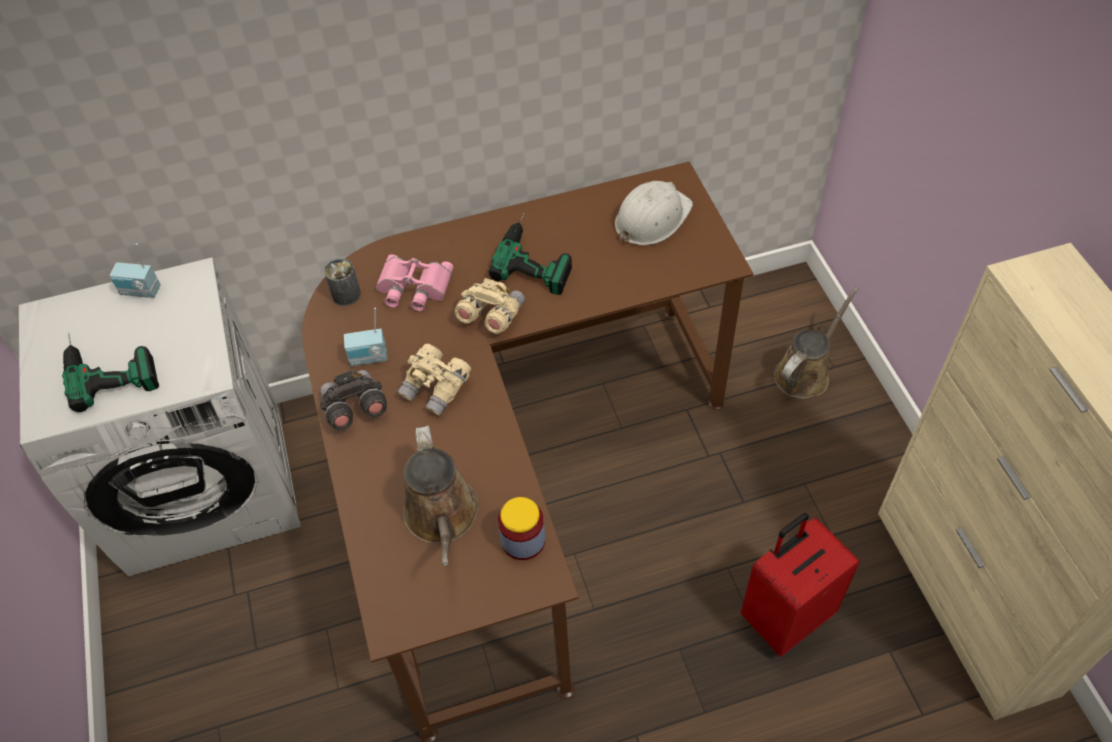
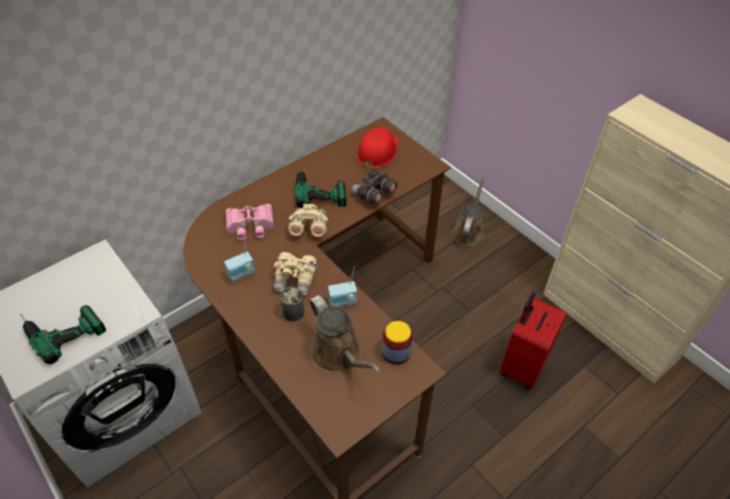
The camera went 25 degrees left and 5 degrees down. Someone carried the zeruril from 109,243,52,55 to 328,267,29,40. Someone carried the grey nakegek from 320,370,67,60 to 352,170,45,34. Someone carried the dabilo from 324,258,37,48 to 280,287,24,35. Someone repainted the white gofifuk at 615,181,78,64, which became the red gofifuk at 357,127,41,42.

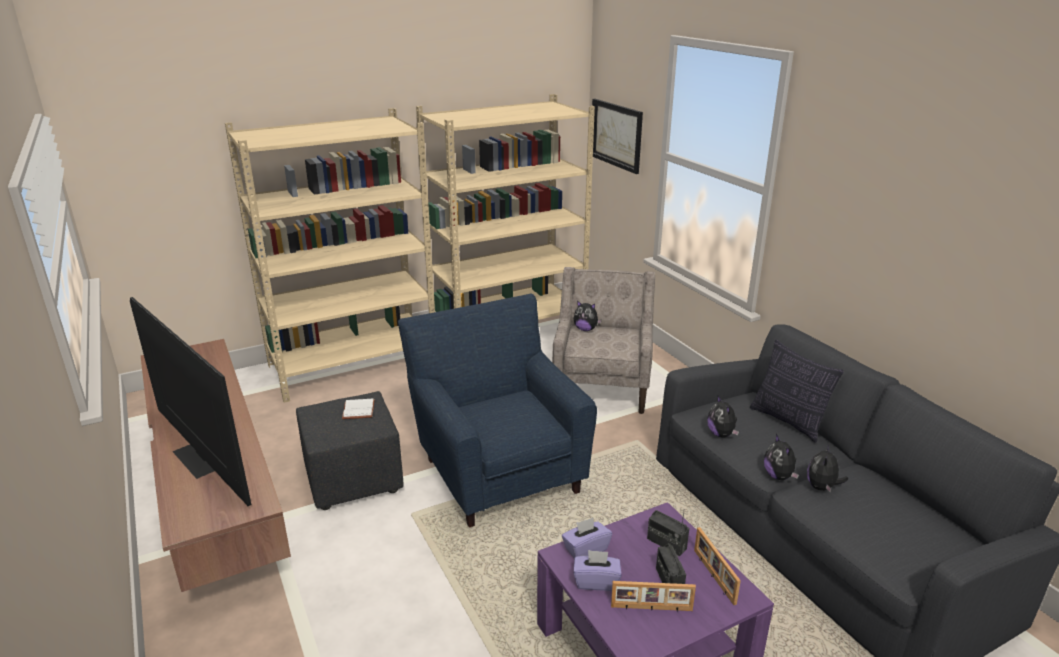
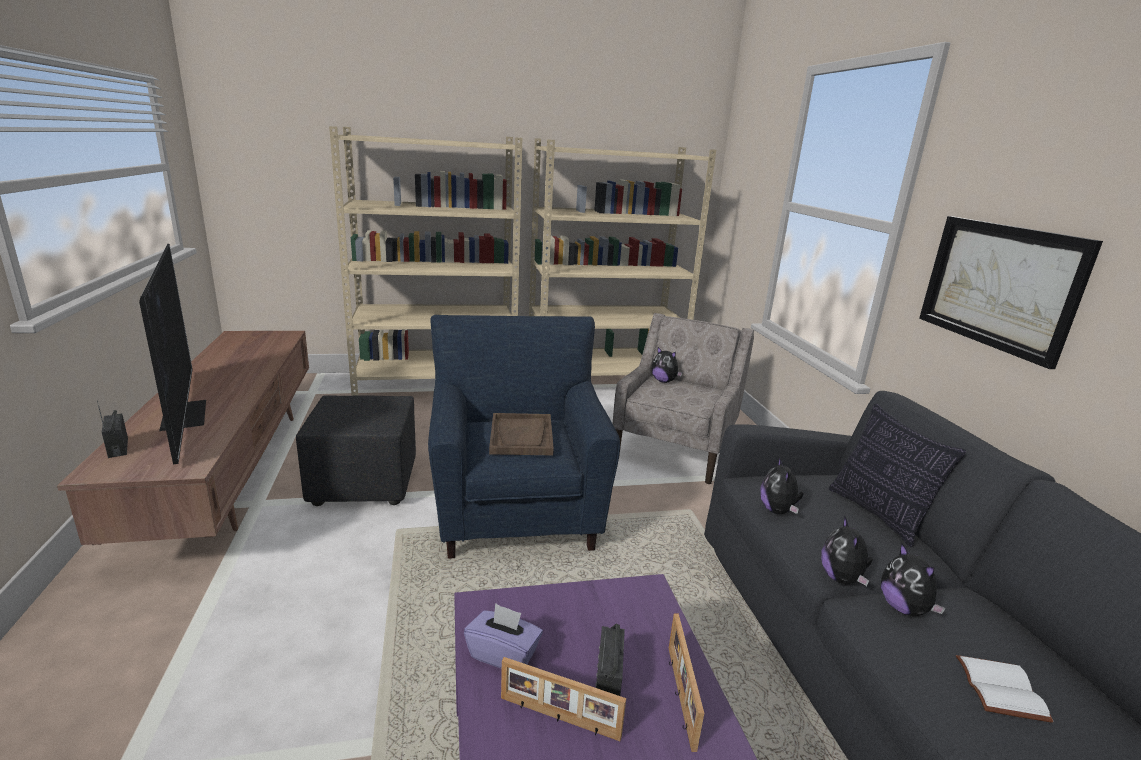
The camera went 15 degrees right and 5 degrees down. Someone took away the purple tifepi at 562,518,50,40. Someone put down the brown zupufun at 489,413,65,42. Someone carried the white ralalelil from 342,399,33,20 to 956,655,98,68. Someone carried the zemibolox from 591,99,52,75 to 919,216,184,153. Someone carried the zeruril from 647,510,42,47 to 97,400,31,58. Someone rotated the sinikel at 807,445,41,48 by 60 degrees counterclockwise.

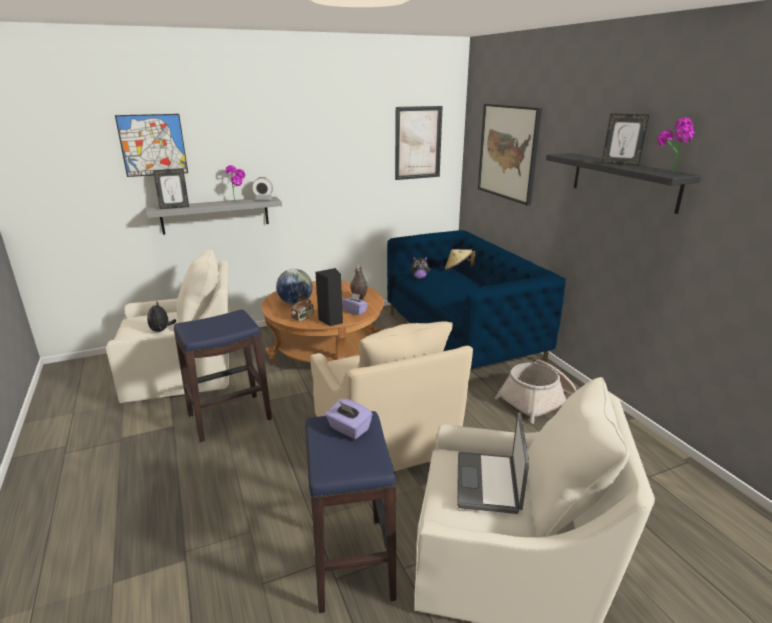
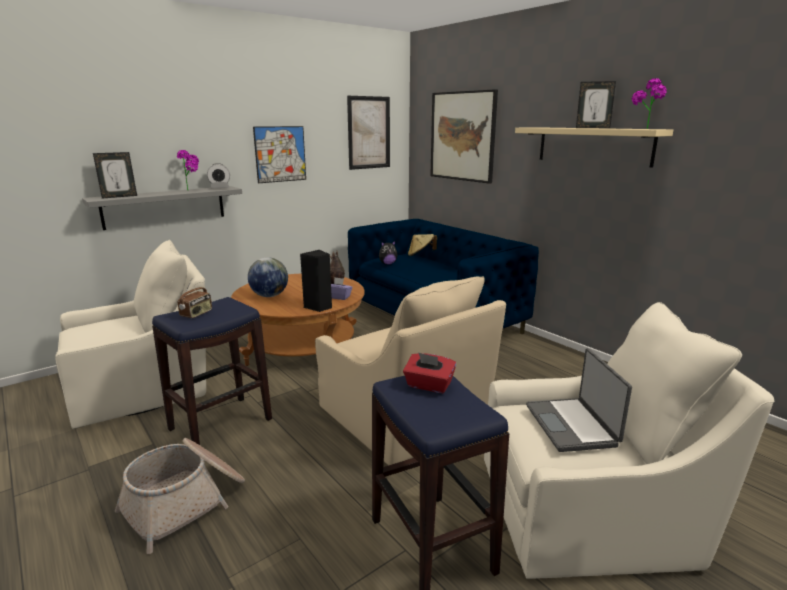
The camera went 15 degrees left and 5 degrees down. Someone took away the sinikel at 147,302,29,30. Someone carried the zemibolox from 115,114,73,63 to 253,126,53,57. Someone carried the zeruril from 291,294,23,27 to 178,279,34,39. Someone carried the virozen from 495,360,82,64 to 115,438,130,116. Someone repainted the purple tifepi at 325,398,47,41, which became the red tifepi at 403,353,53,40. Someone repainted the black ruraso at 546,153,155,61, which became the beige ruraso at 515,127,158,41.

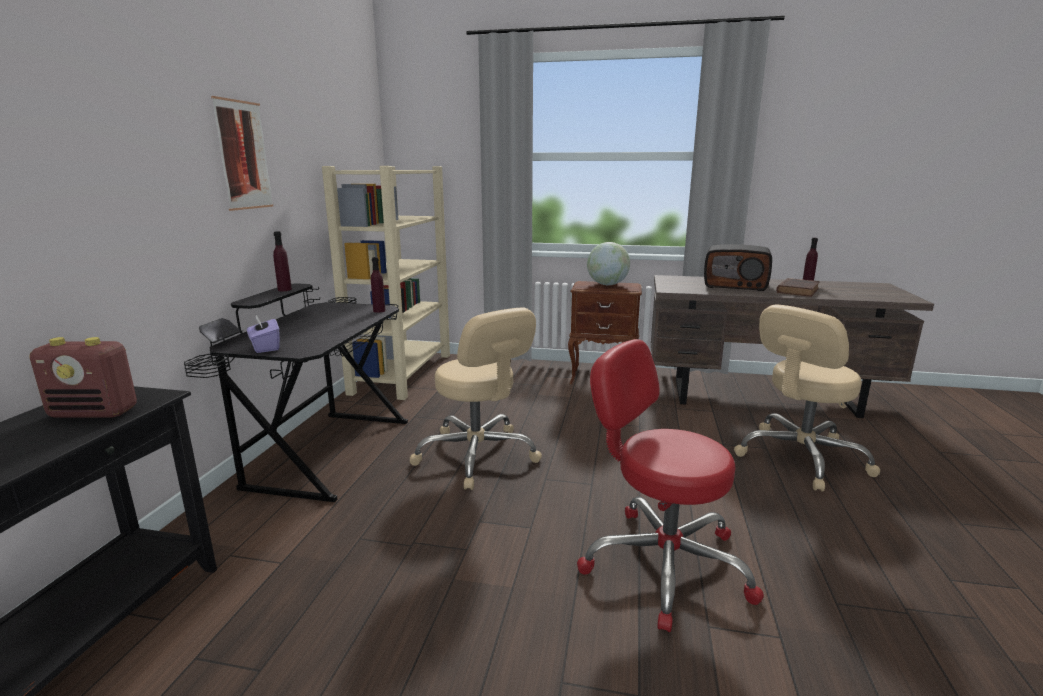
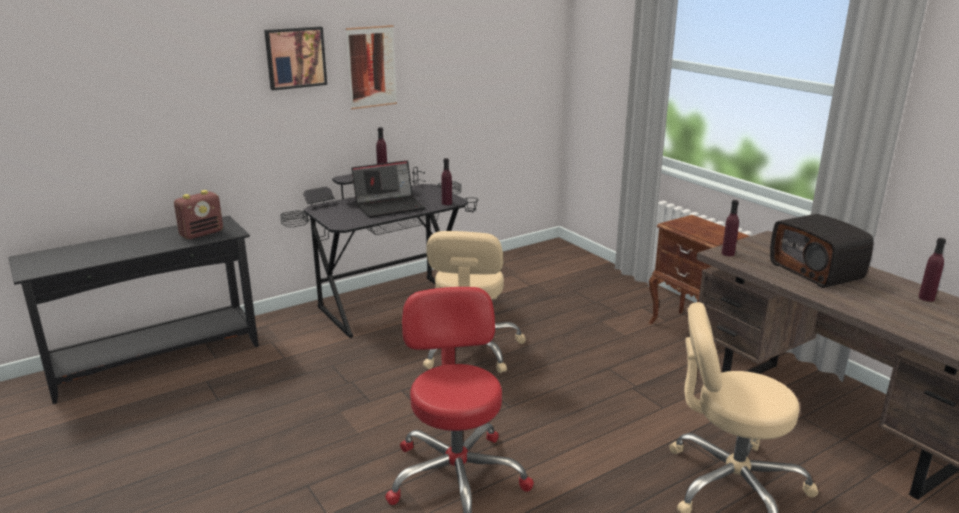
The camera went 45 degrees right and 5 degrees up. Someone took away the purple tifepi at 247,315,33,38. Someone took away the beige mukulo at 322,166,128,234. Someone took away the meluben at 587,242,43,43. Someone took away the brown ralalelil at 776,278,44,19. Someone put up the zemibolox at 264,27,63,63. Someone put down the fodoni at 351,160,75,58. Someone put down the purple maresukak at 722,200,17,56. Someone rotated the zeruril at 30,337,107,81 by 90 degrees counterclockwise.

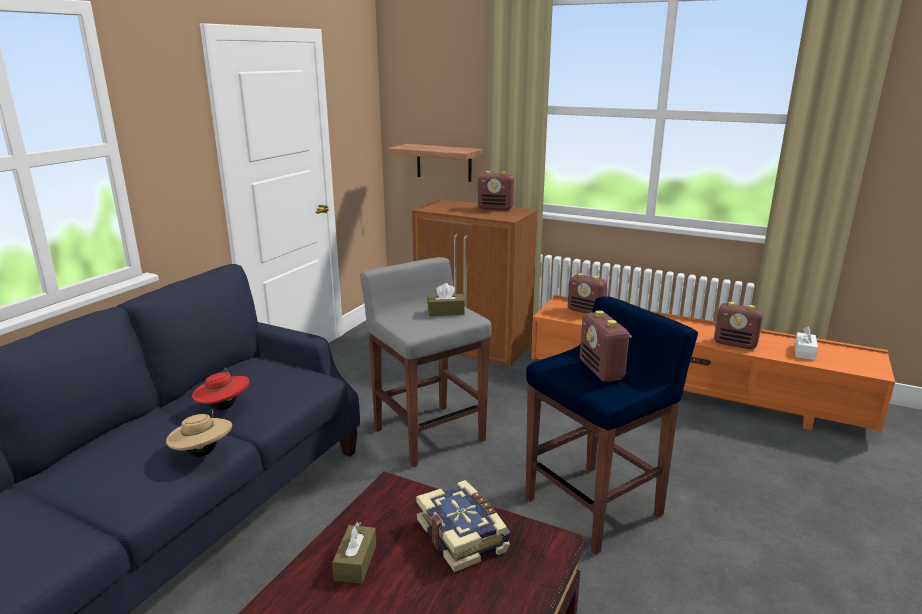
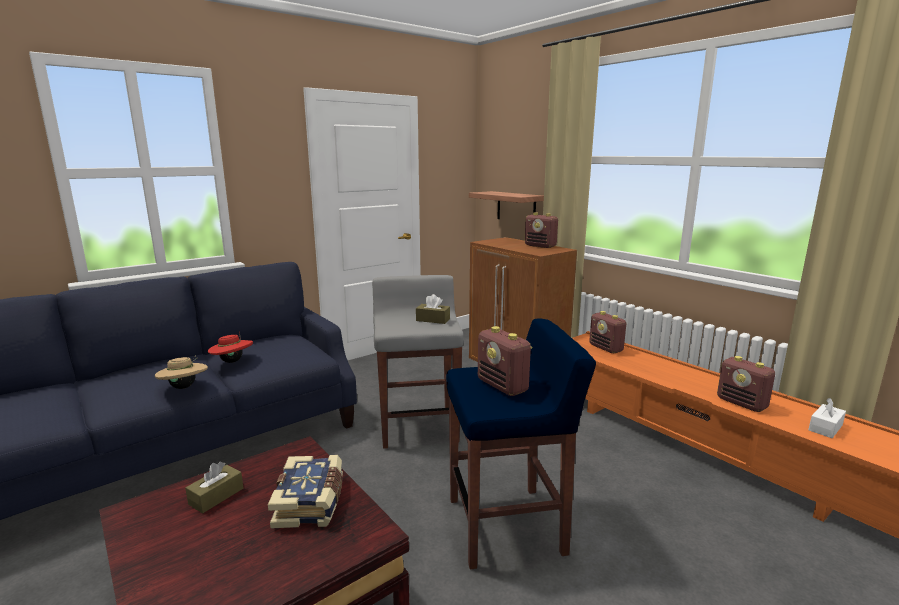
The camera went 25 degrees right and 5 degrees down. Someone rotated the zeruril at 580,310,52,72 by 45 degrees counterclockwise.

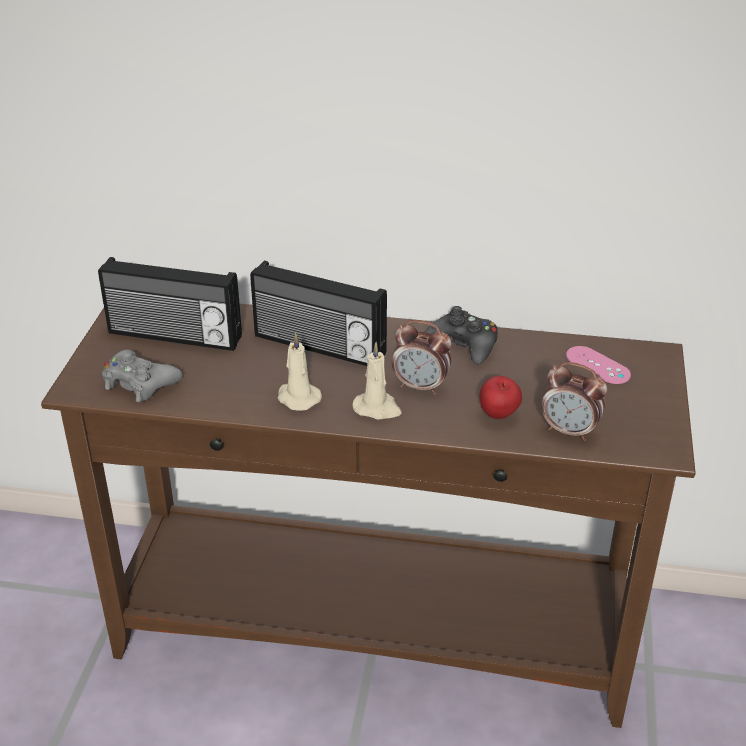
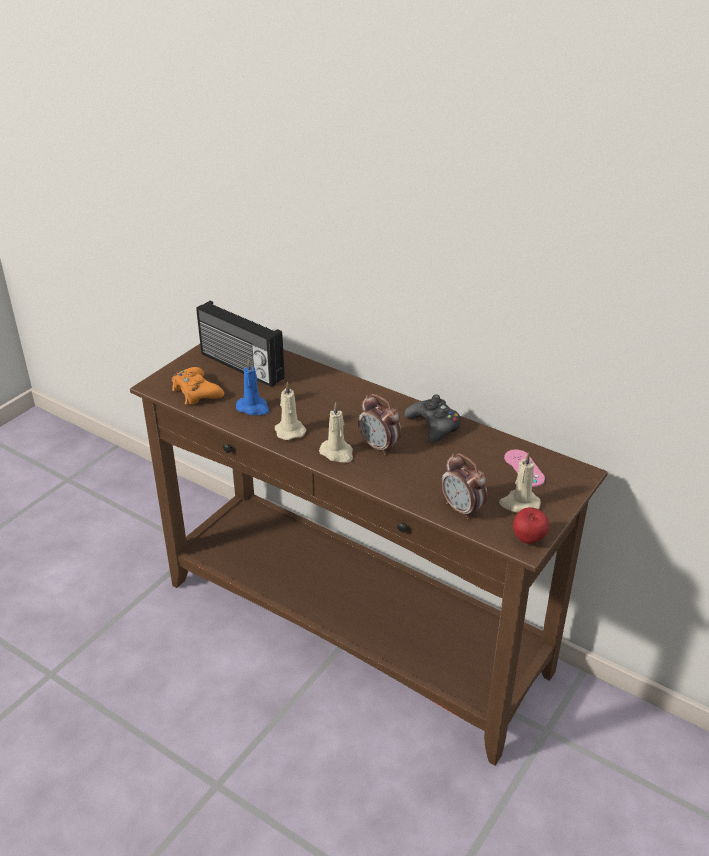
The camera went 25 degrees right and 0 degrees up. Someone took away the zeruril at 250,261,137,105. Someone put down the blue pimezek at 236,359,33,56. Someone put down the beige pimezek at 499,452,42,60. Someone carried the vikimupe from 480,376,42,43 to 513,507,36,37. Someone repainted the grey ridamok at 102,350,80,52, which became the orange ridamok at 172,367,52,38.

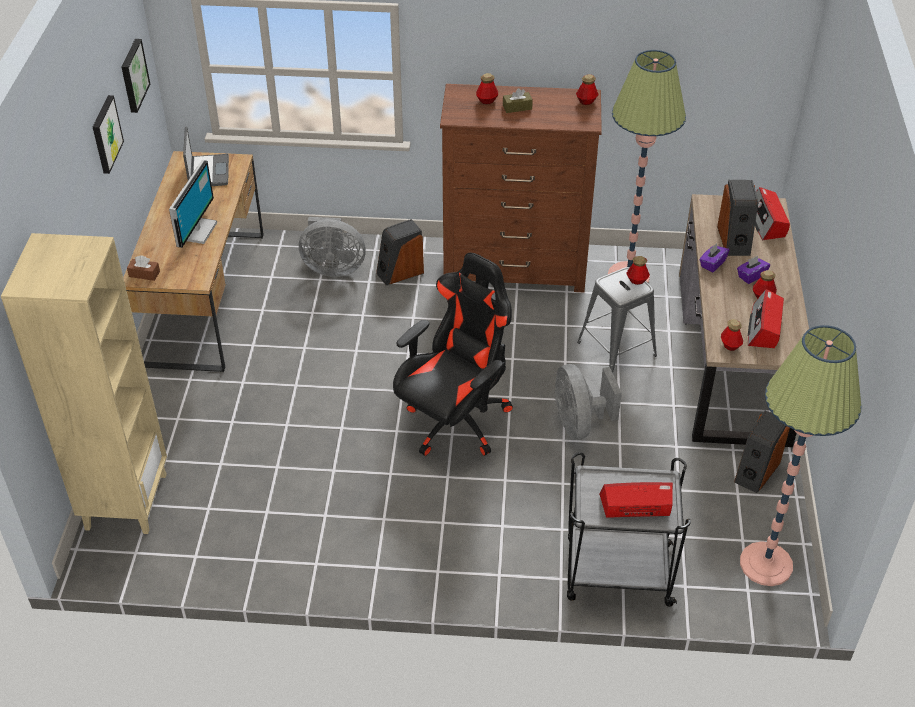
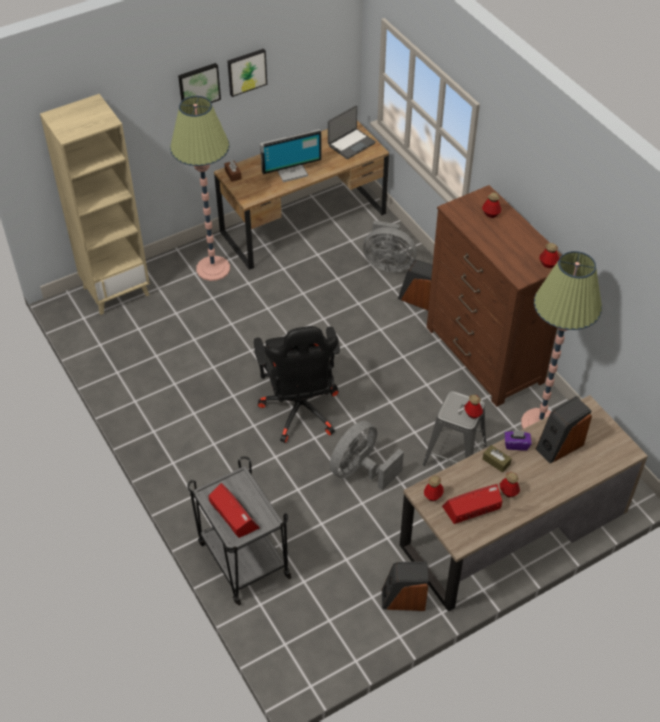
The camera went 55 degrees right and 5 degrees up. Someone took away the purple tifepi at 737,256,33,28. Someone took away the zeruril at 755,187,35,53. Someone carried the zemibolox from 122,39,28,74 to 178,63,43,40. Someone carried the brown tifepi from 503,88,30,25 to 483,445,29,28. Someone carried the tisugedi from 740,325,122,261 to 170,96,60,185. Someone rotated the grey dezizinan at 299,217,67,60 by 45 degrees counterclockwise. Someone rotated the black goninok at 393,253,120,203 by 75 degrees clockwise.

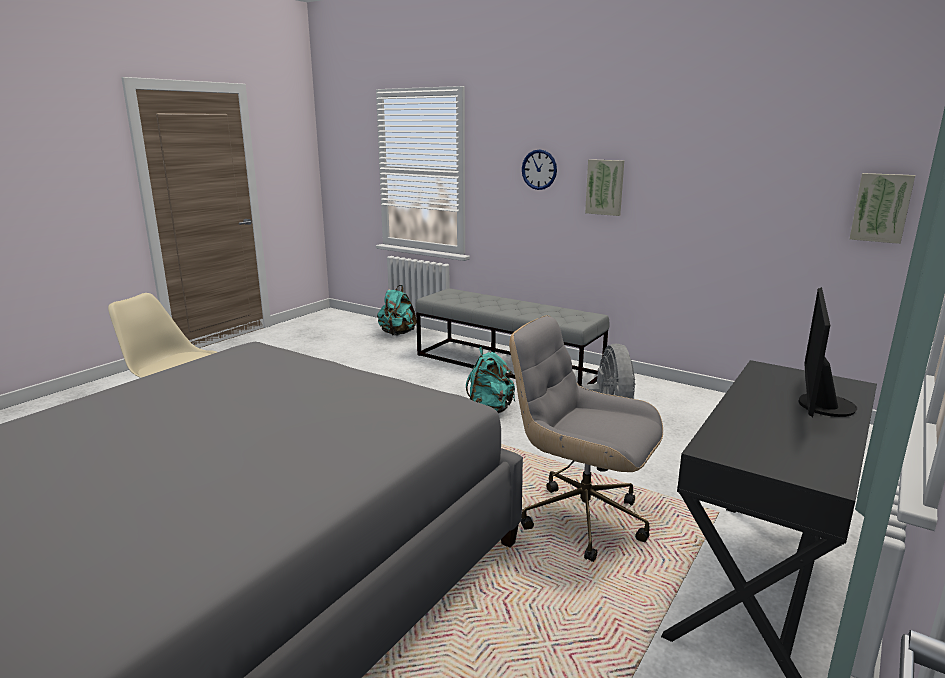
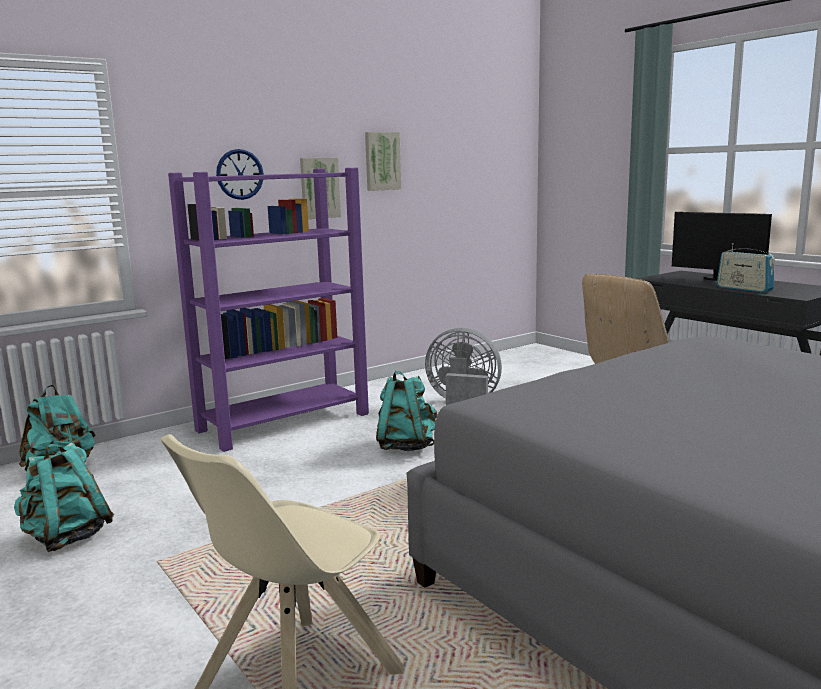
The camera went 70 degrees left and 5 degrees down. Someone put down the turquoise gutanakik at 14,442,100,110. Someone put down the zeruril at 717,243,58,50. Someone carried the zemibolox from 850,173,65,71 to 365,132,36,59. Someone swapped the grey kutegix at 415,288,194,98 for the purple mukulo at 168,168,201,284.

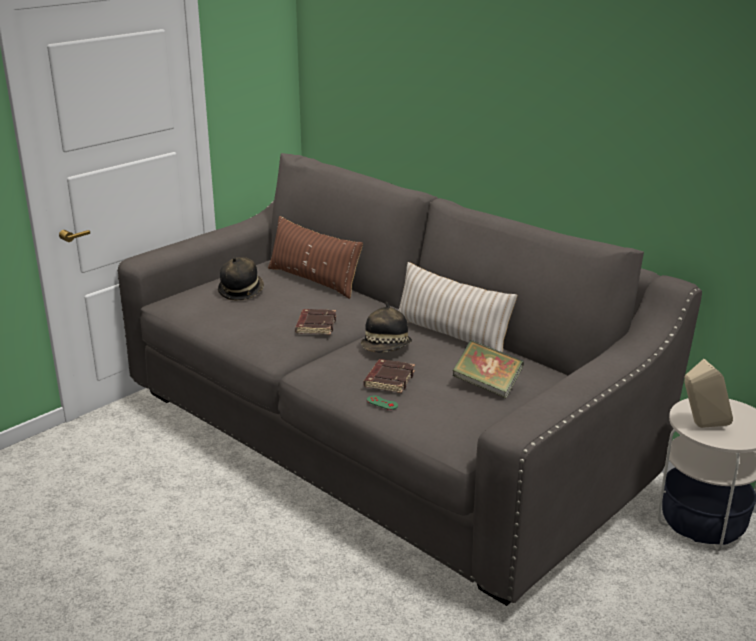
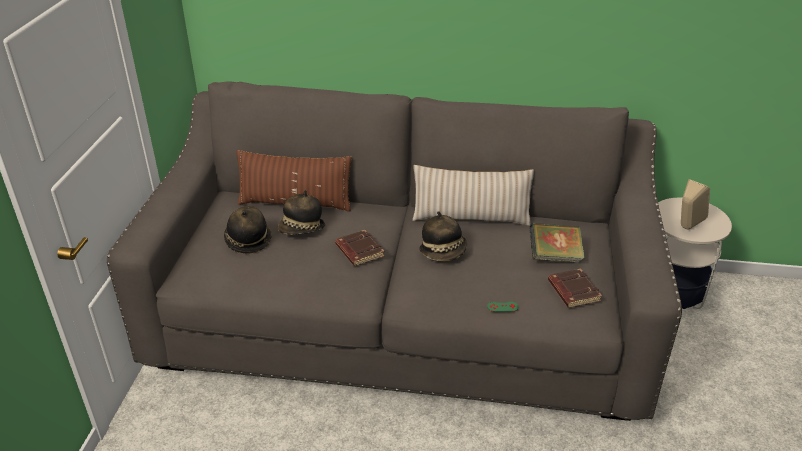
The camera went 35 degrees left and 10 degrees up. Someone put down the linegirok at 278,190,47,45. Someone carried the brown ralalelil from 363,359,52,34 to 548,269,54,39.

